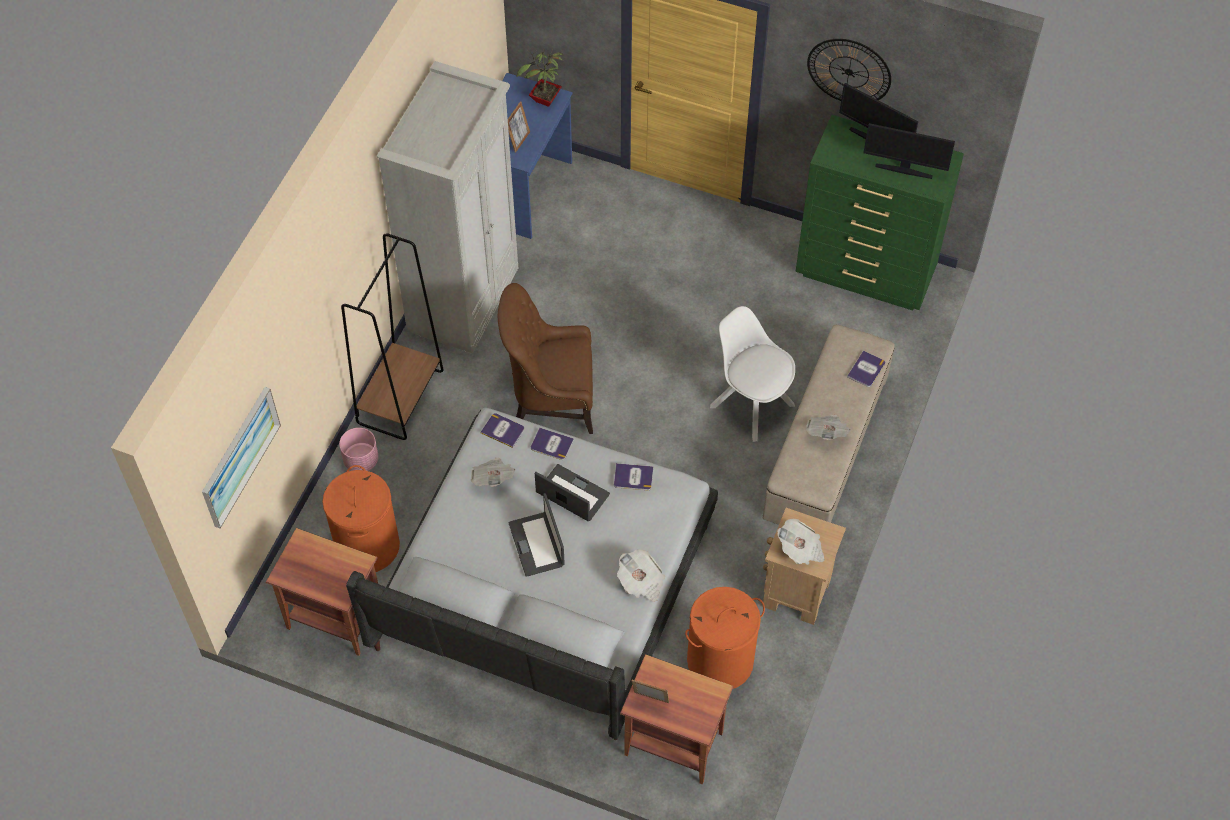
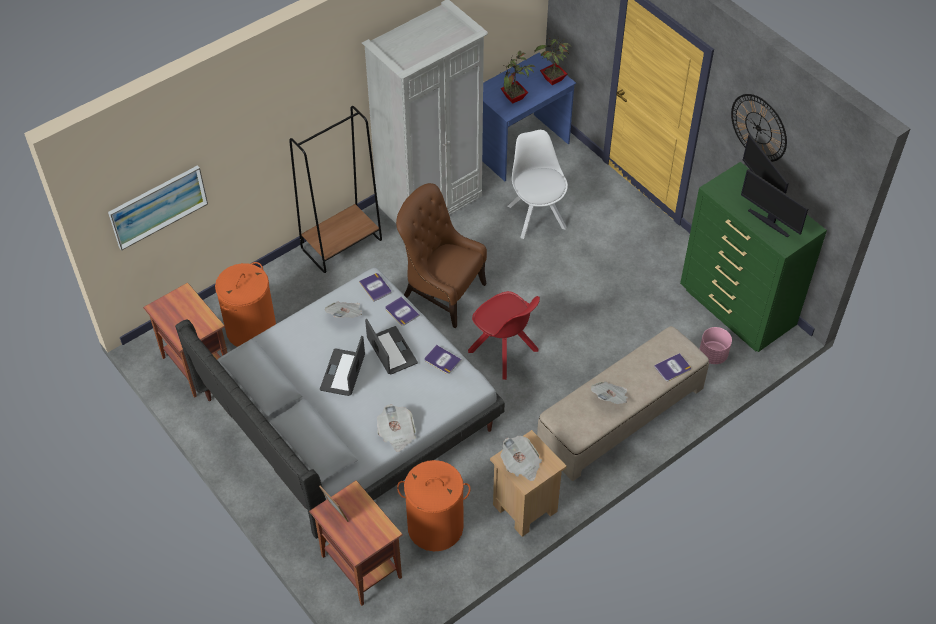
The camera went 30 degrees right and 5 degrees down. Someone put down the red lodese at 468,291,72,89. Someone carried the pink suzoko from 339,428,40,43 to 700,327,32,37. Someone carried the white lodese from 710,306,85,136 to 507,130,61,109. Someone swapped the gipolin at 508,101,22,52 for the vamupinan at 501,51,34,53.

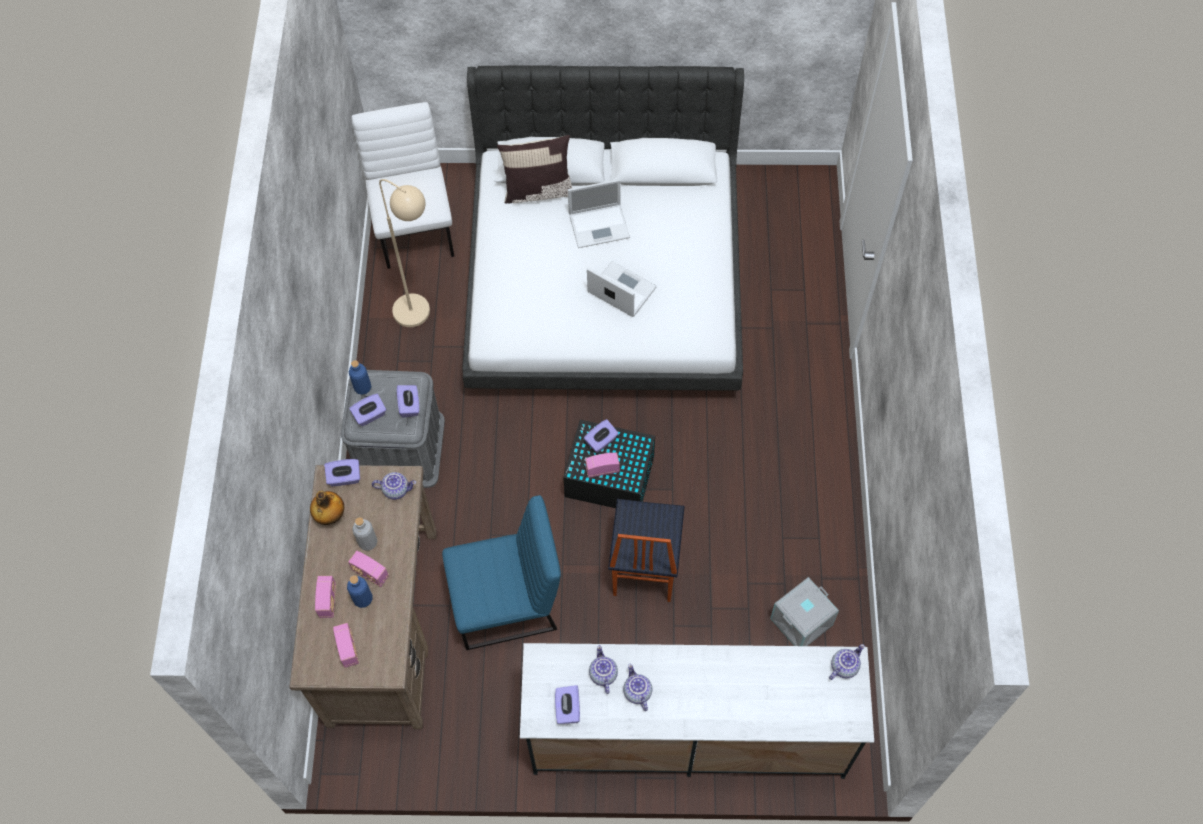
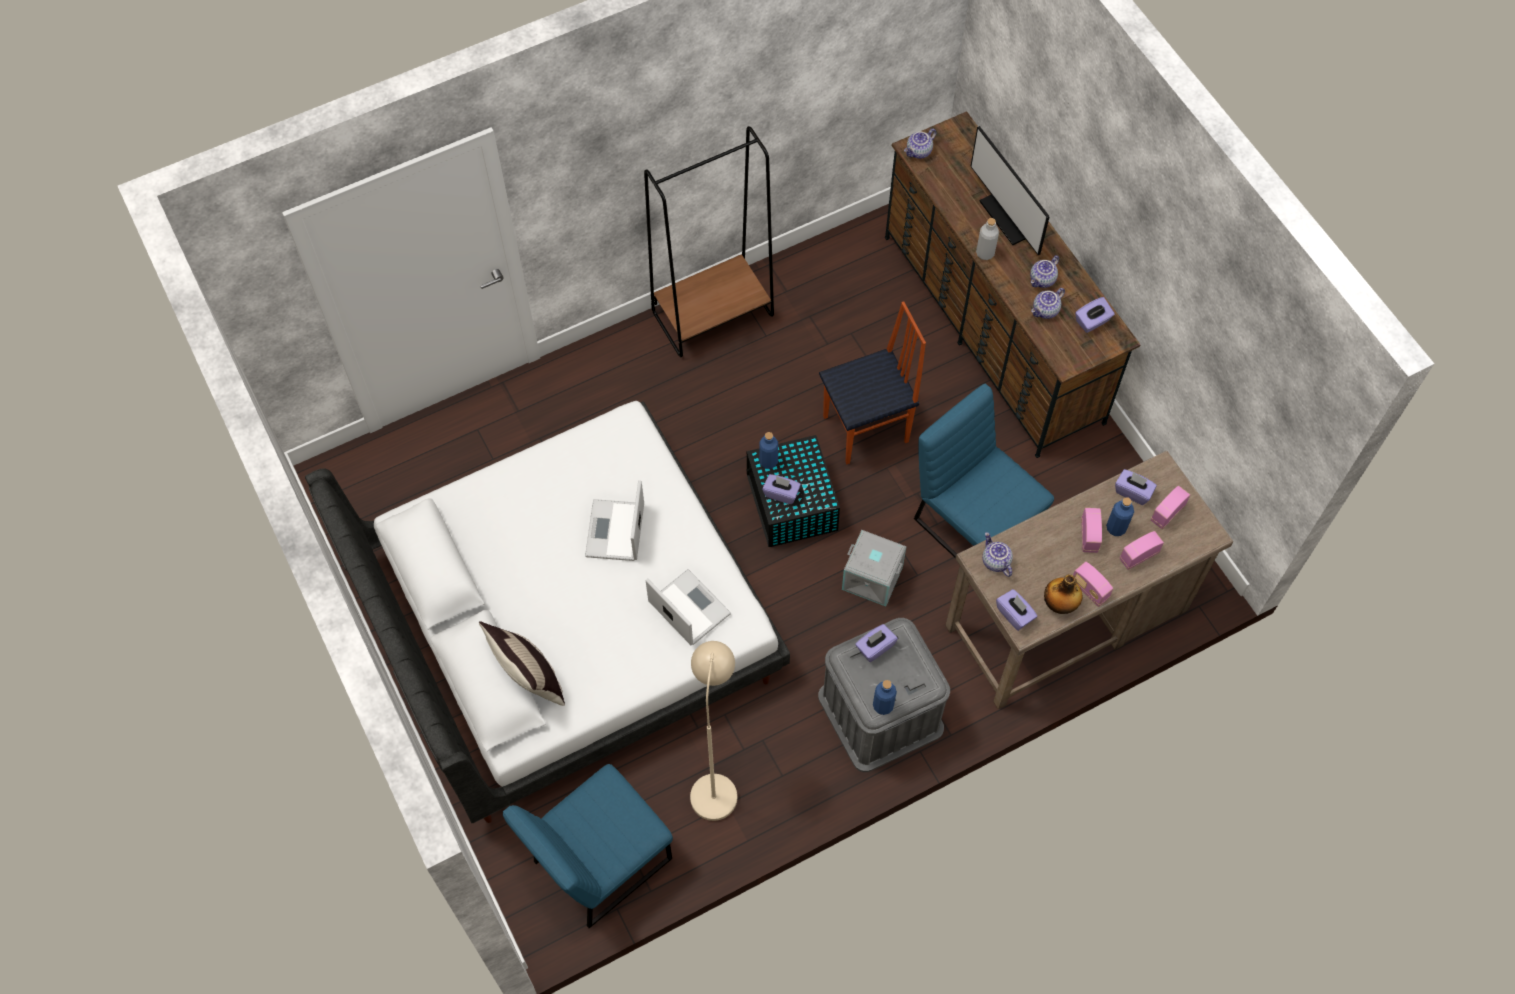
The camera went 120 degrees left and 0 degrees up. Someone put down the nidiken at 644,126,130,231. Someone put down the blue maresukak at 759,432,19,37. Someone put down the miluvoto at 970,126,80,129. Someone carried the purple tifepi from 349,394,37,32 to 1115,469,42,36. Someone carried the grey maresukak from 352,517,25,34 to 976,218,23,42. Someone carried the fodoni from 568,179,62,69 to 646,569,85,76. Someone carried the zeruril from 585,453,35,25 to 1073,562,40,45. Someone carried the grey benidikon from 770,577,69,69 to 842,530,65,76. Someone repainted the white lodese at 351,102,103,167, which became the blue lodese at 503,764,170,164. Someone repainted the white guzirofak at 520,643,354,136, which became the brown guzirofak at 885,111,256,347. Someone rotated the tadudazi at 829,644,36,36 by 60 degrees counterclockwise.

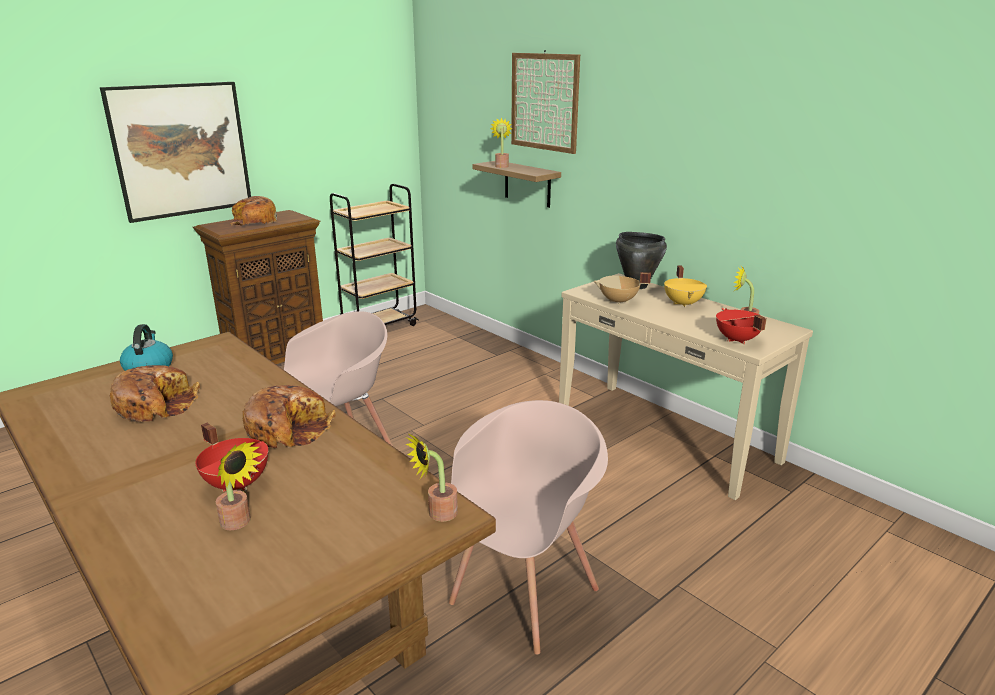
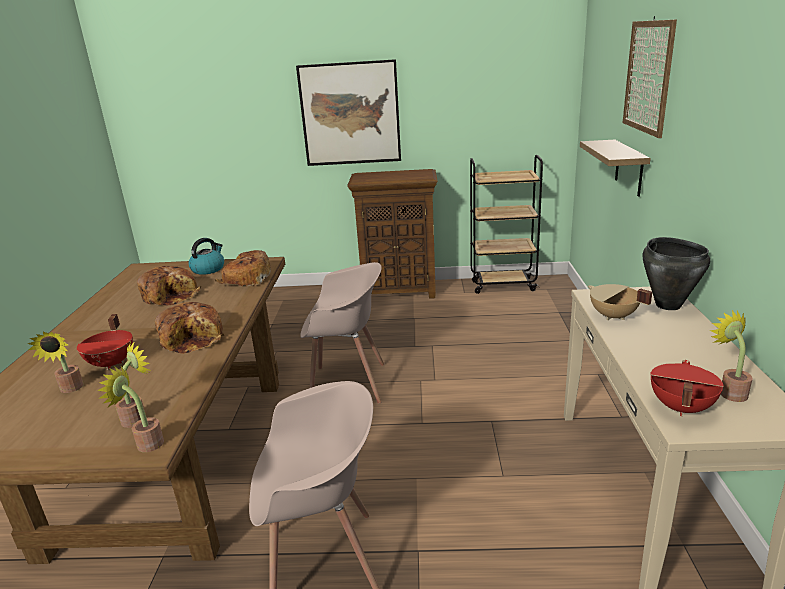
The camera went 45 degrees right and 0 degrees up. Someone took away the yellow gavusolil at 664,265,43,43. Someone carried the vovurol from 229,196,48,29 to 215,250,56,36. Someone carried the vamupinan from 490,117,22,51 to 116,341,34,87.

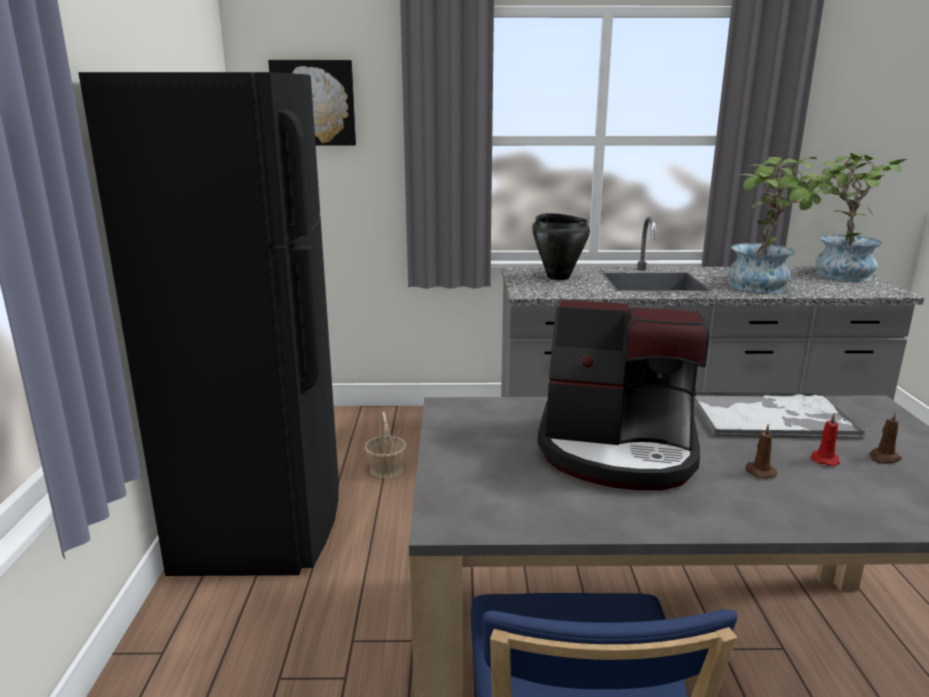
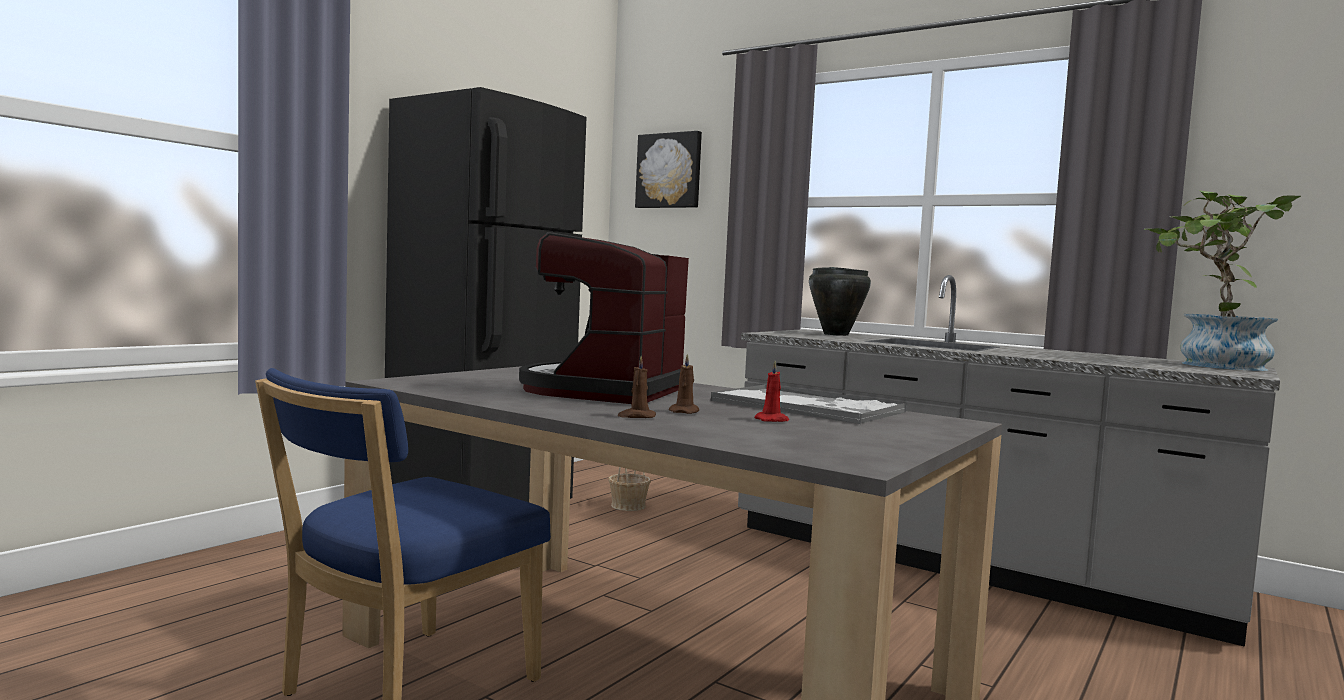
The camera went 35 degrees right and 15 degrees down. Someone took away the vamupinan at 728,157,105,136. Someone carried the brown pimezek from 869,411,33,53 to 618,356,38,62. Someone rotated the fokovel at 538,300,171,190 by 60 degrees clockwise.

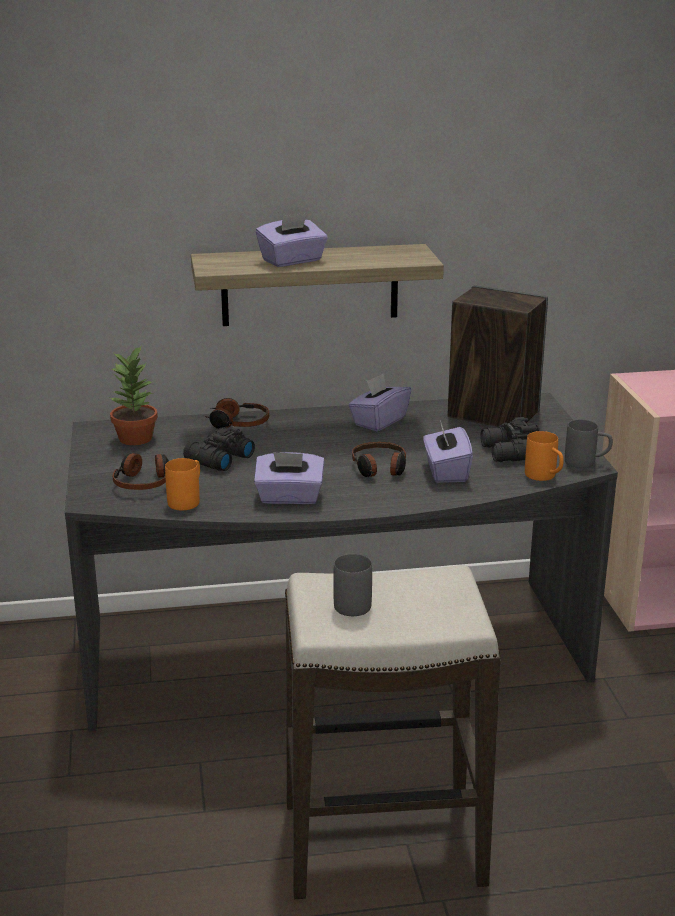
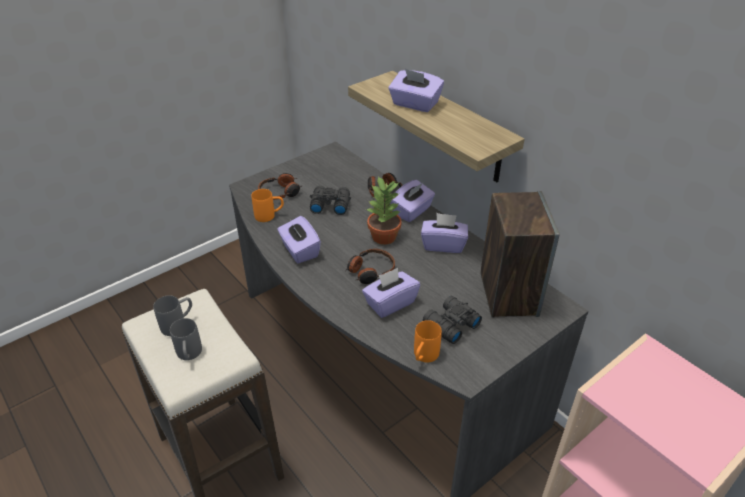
The camera went 60 degrees right and 15 degrees up. Someone put down the purple tifepi at 390,180,45,42. Someone carried the vamupinan from 110,345,48,100 to 366,176,36,69. Someone carried the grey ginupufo from 565,420,48,48 to 170,318,32,42.

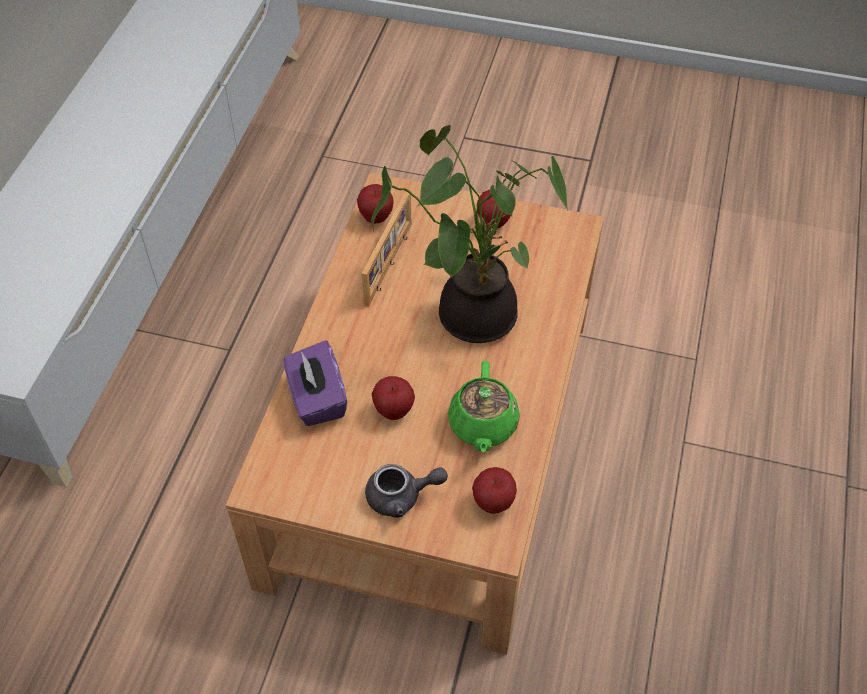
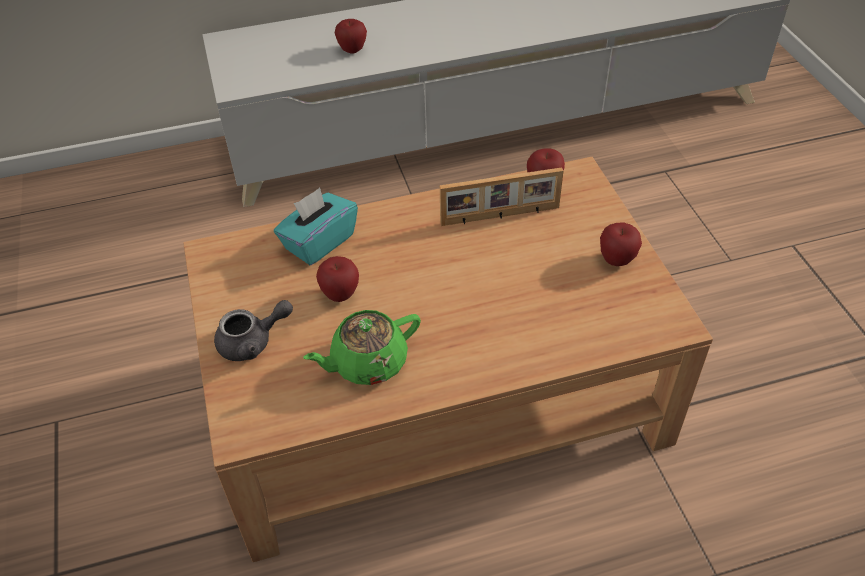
The camera went 60 degrees right and 5 degrees down. Someone took away the vamupinan at 372,125,196,218. Someone carried the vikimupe from 472,467,45,47 to 335,19,32,35. Someone repainted the purple tifepi at 284,340,63,86, which became the turquoise tifepi at 274,188,84,77. Someone rotated the grey tadudazi at 365,464,83,54 by 75 degrees counterclockwise.

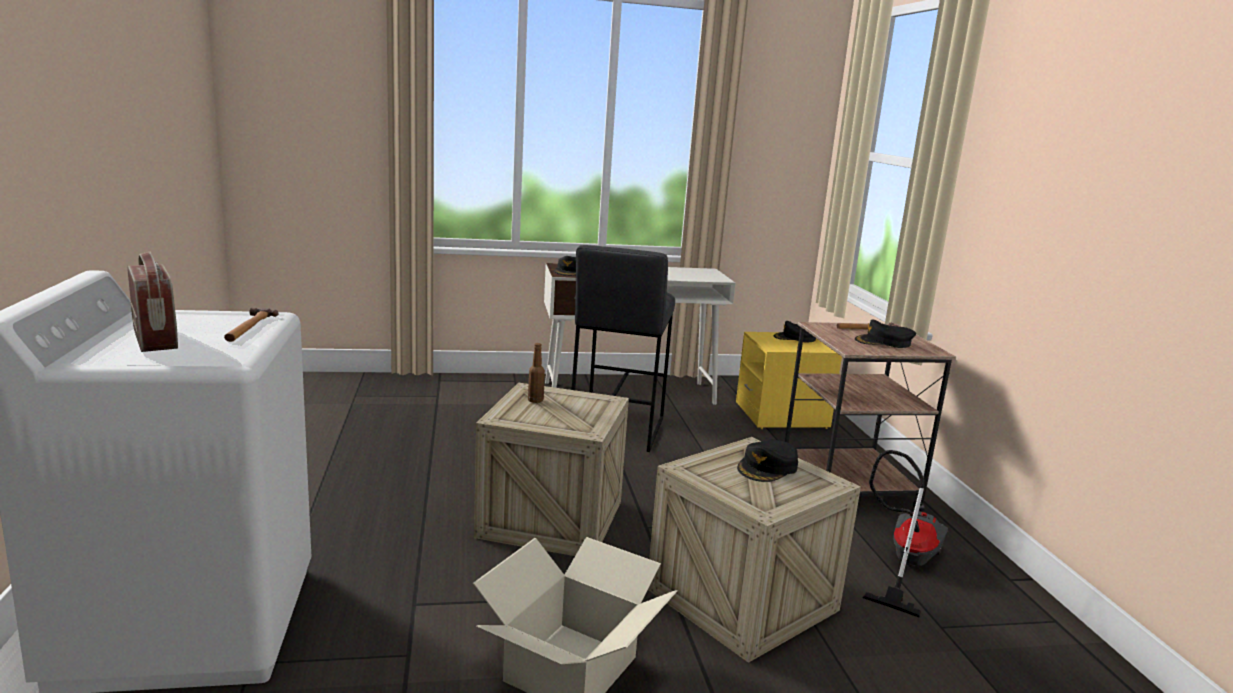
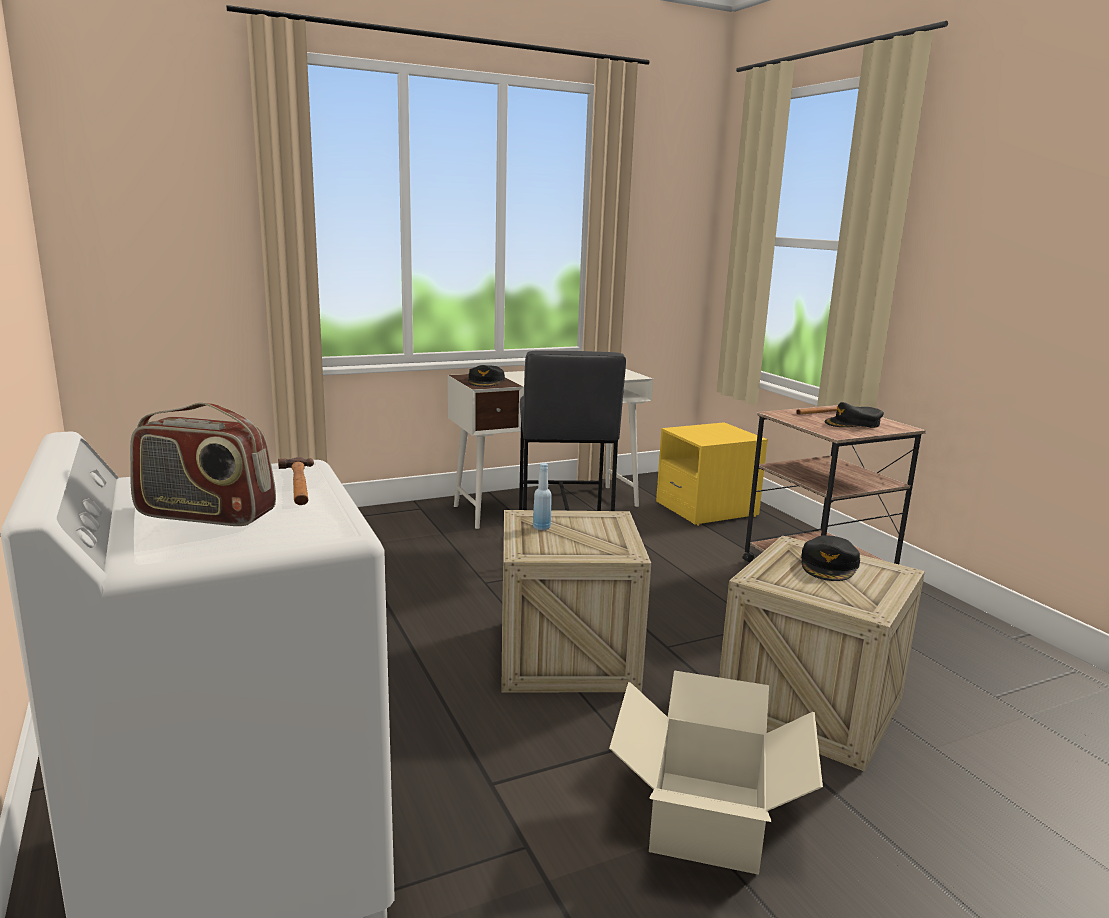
The camera went 15 degrees left and 0 degrees up. Someone took away the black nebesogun at 774,321,42,21. Someone took away the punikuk at 863,450,85,168. Someone repainted the brown maresukak at 528,343,17,60, which became the blue maresukak at 533,463,19,67. Someone rotated the zeruril at 127,252,51,100 by 150 degrees clockwise.

